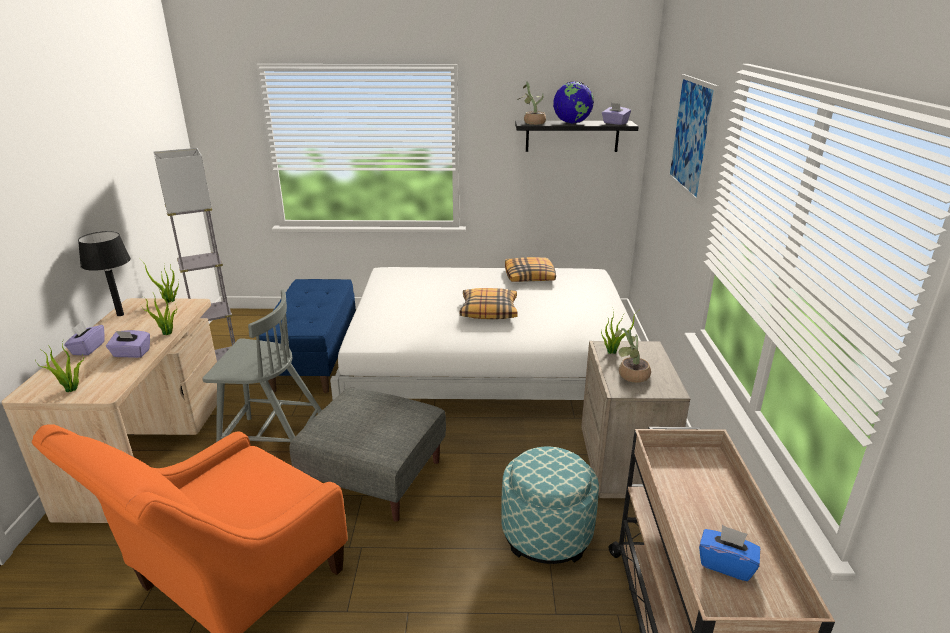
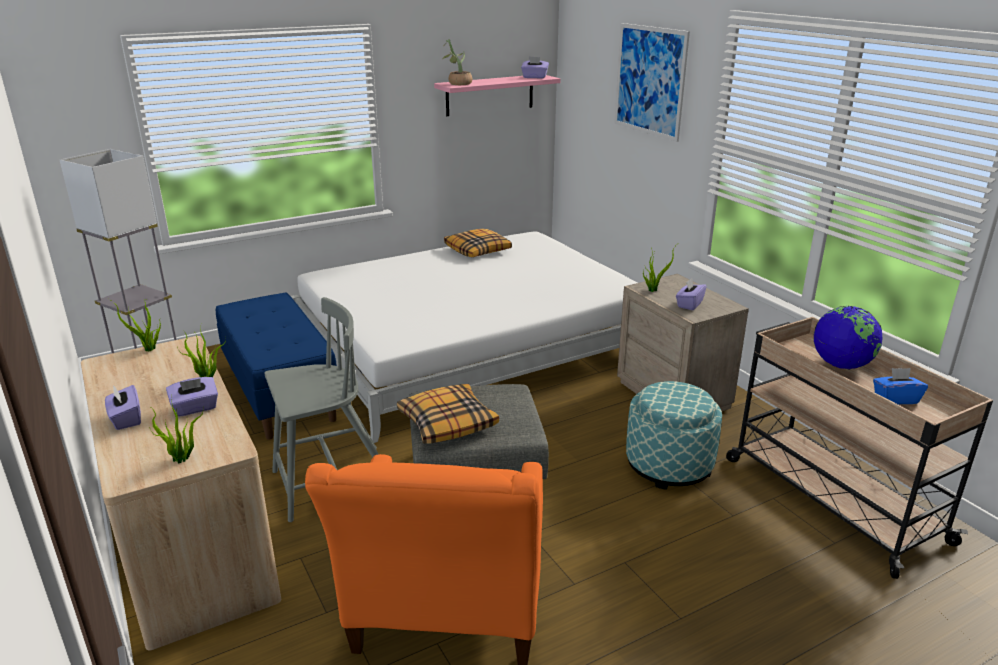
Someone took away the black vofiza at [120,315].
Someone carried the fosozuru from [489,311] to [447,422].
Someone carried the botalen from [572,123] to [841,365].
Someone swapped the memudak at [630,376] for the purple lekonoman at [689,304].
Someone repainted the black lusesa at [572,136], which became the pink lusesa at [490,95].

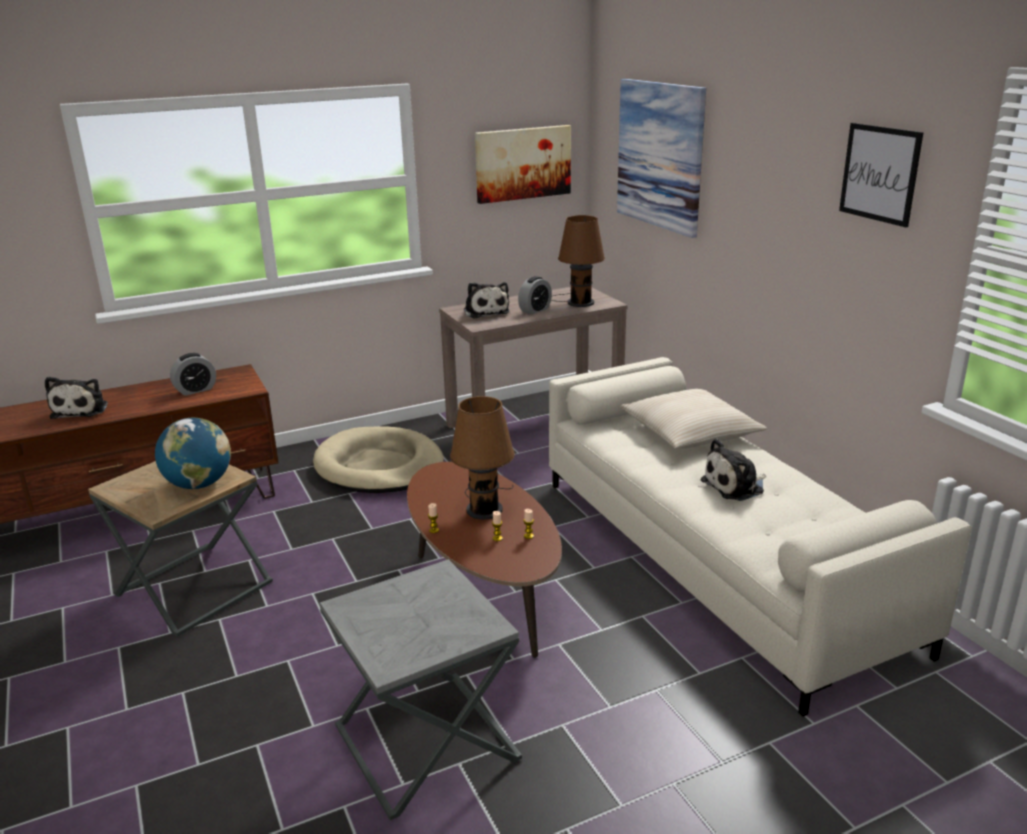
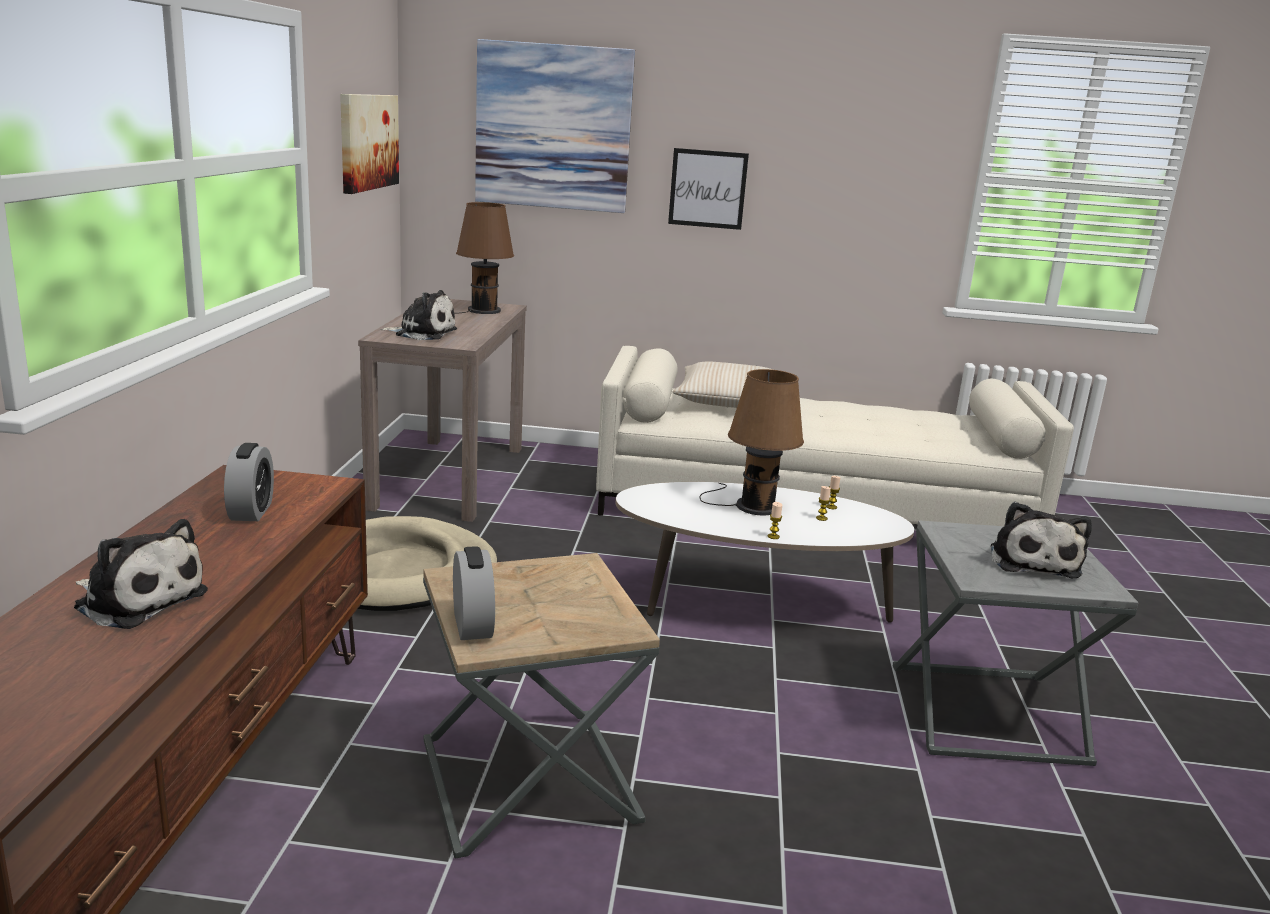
Someone took away the botalen at [199,484].
Someone carried the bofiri from [535,310] to [472,625].
Someone carried the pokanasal from [735,486] to [1033,561].
Someone carried the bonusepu from [879,173] to [707,189].
Someone repainted the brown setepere at [483,589], which became the white setepere at [752,606].

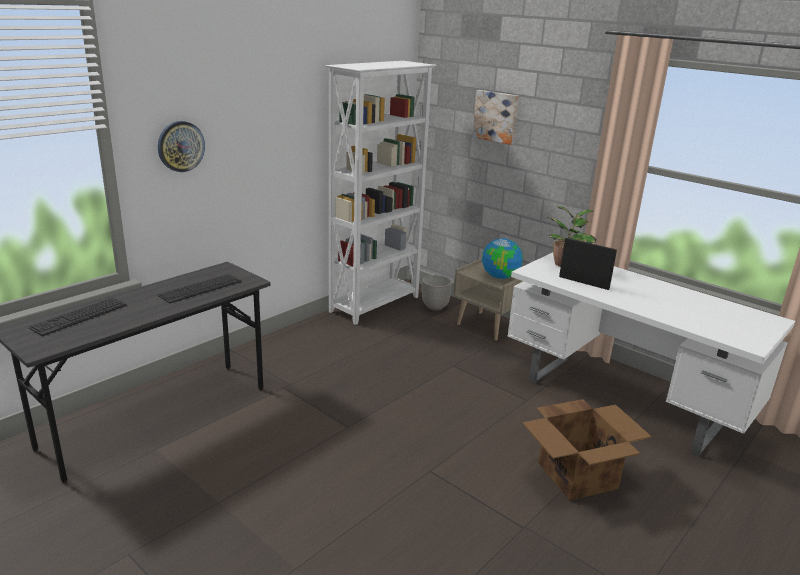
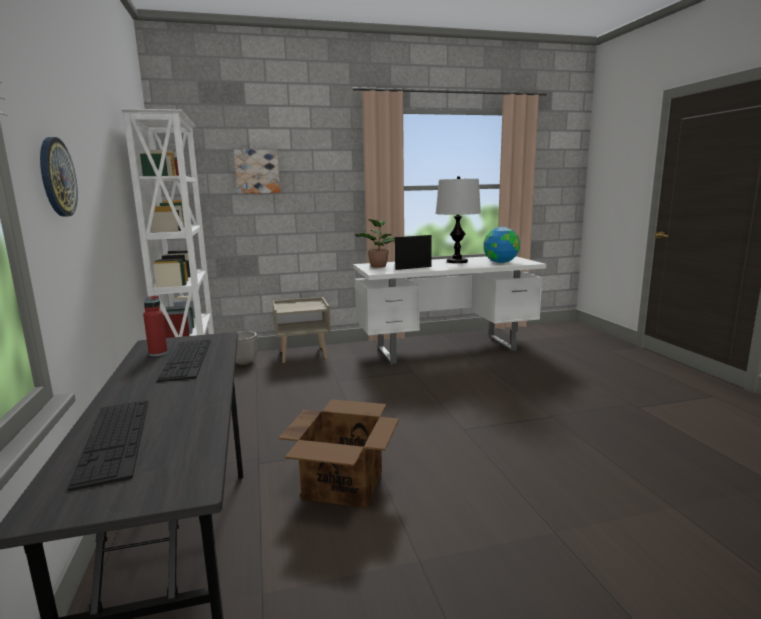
Someone put down the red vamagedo at [158,353].
Someone put down the vofiza at [457,261].
Someone carried the botalen from [499,276] to [500,262].
Someone carried the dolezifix from [578,475] to [344,483].

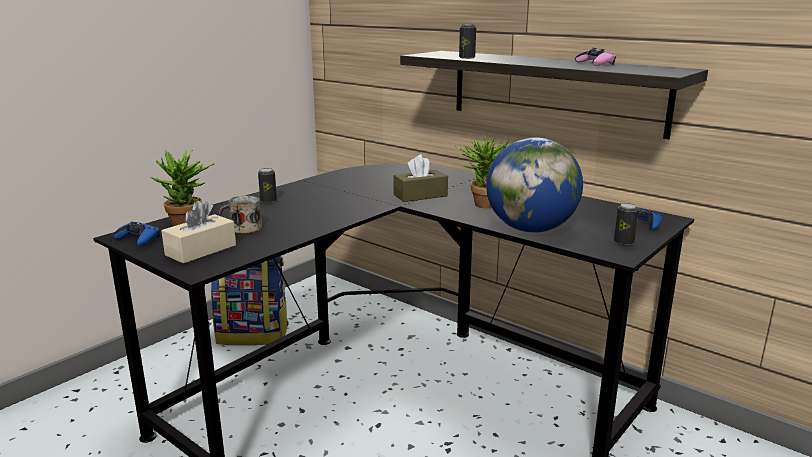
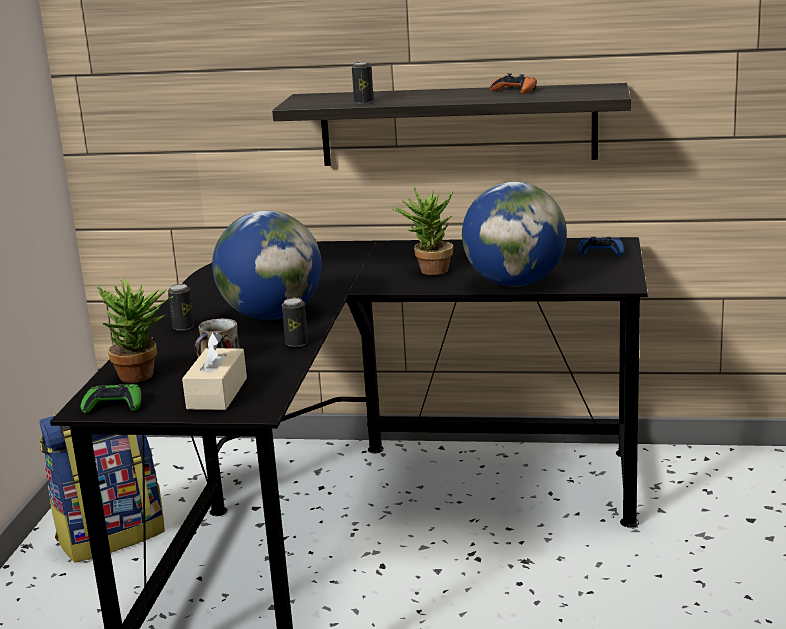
Someone took away the brown lekonoman at [420,195].
Someone put down the botalen at [272,316].
Someone carried the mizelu from [623,242] to [296,343].
Someone repainted the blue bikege at [138,239], which became the green bikege at [114,405].
Someone repainted the pink bikege at [595,63], which became the orange bikege at [514,90].

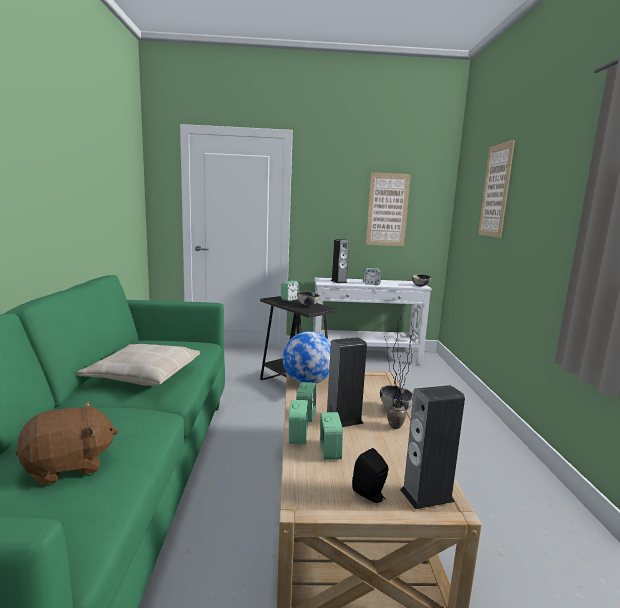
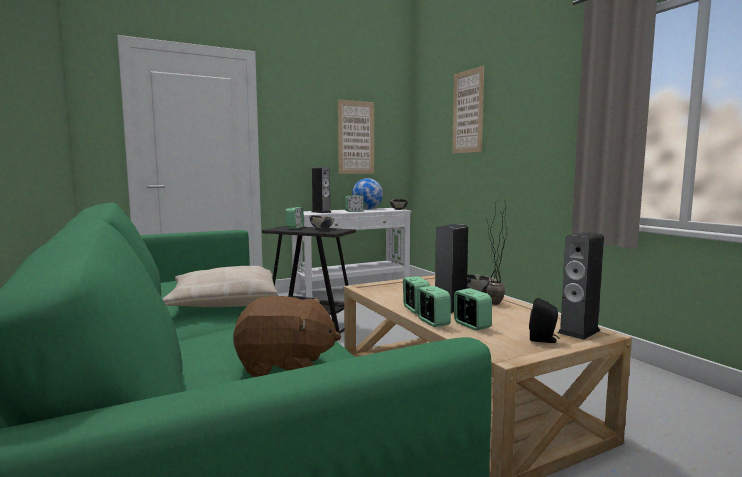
Someone carried the botalen from [307,382] to [367,209].
Someone rotated the brown pokanasal at [69,466] by 60 degrees clockwise.

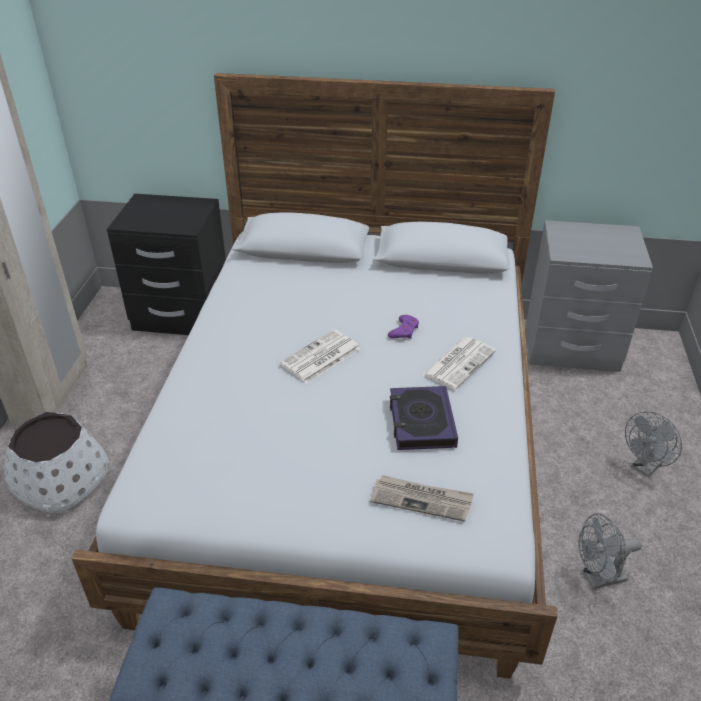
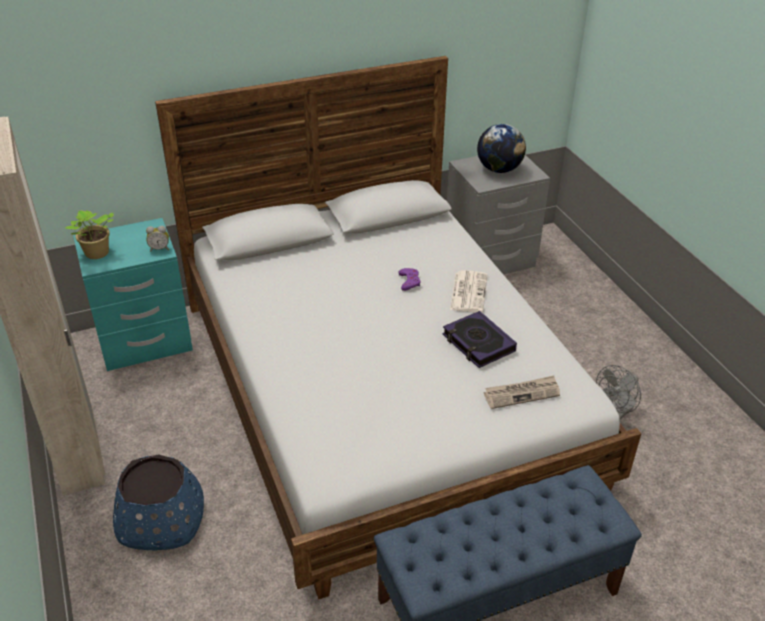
Someone took away the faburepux at [320,357].
Someone took away the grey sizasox at [645,467].
Someone put down the memudak at [96,254].
Someone put down the bofiri at [159,248].
Someone put down the botalen at [499,169].
Someone repainted the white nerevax at [62,480], which became the blue nerevax at [161,519].
Someone repainted the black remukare at [182,316], which became the turquoise remukare at [145,341].

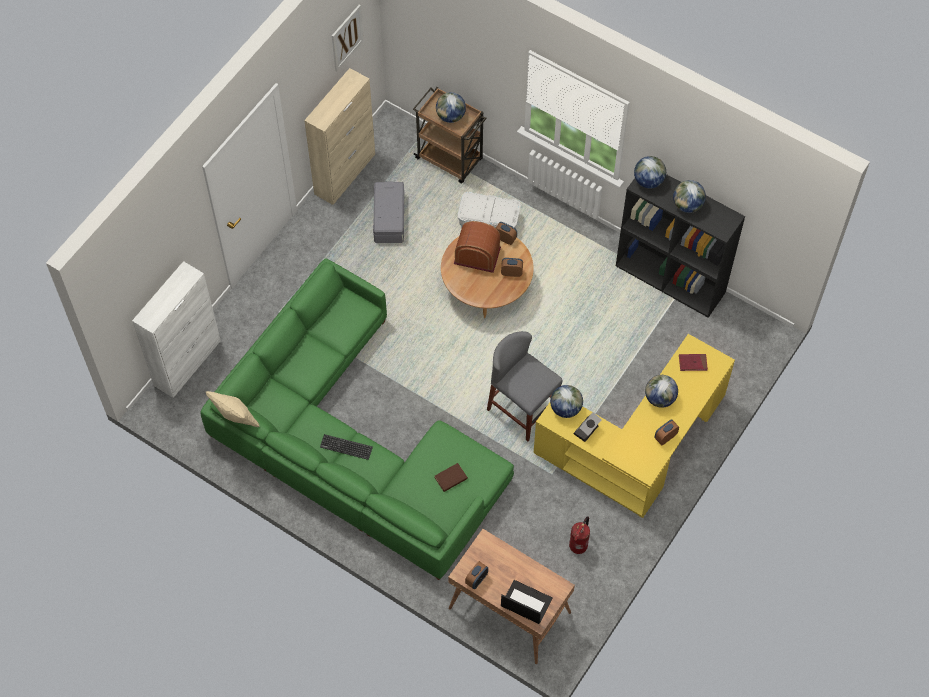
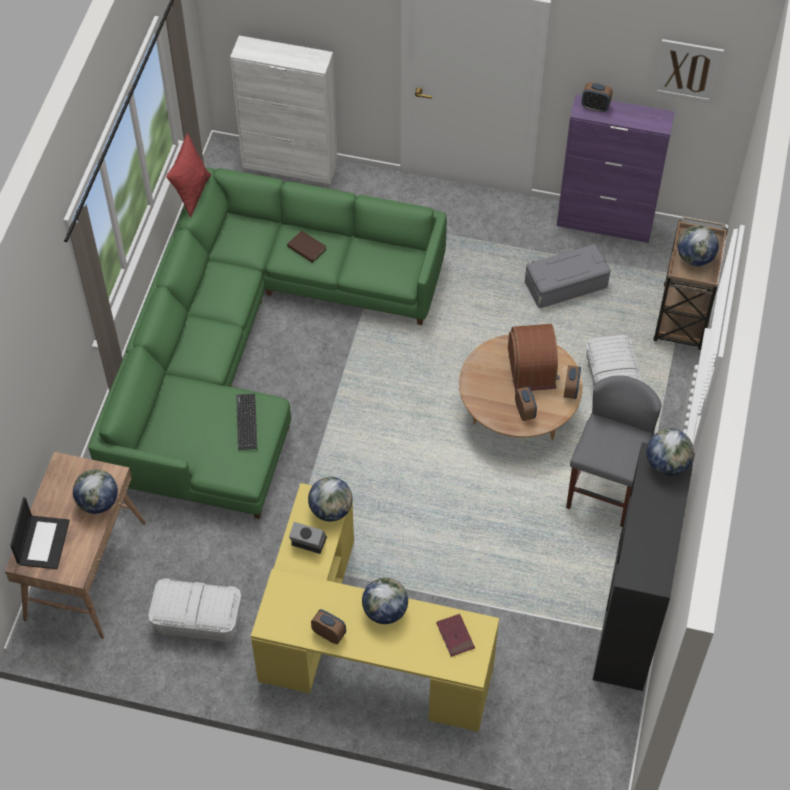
Someone carried the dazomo from [346,447] to [246,422].
Someone carried the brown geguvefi from [451,478] to [306,248].
Someone carried the bofiri from [476,579] to [595,107].
Someone carried the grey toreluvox from [522,410] to [605,489].
Someone carried the botalen from [687,205] to [98,502].
Someone swapped the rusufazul at [579,545] for the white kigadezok at [198,621].
Someone repainted the beige fosozuru at [235,419], which became the red fosozuru at [192,193].
Someone repainted the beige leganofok at [345,173], which became the purple leganofok at [605,223].

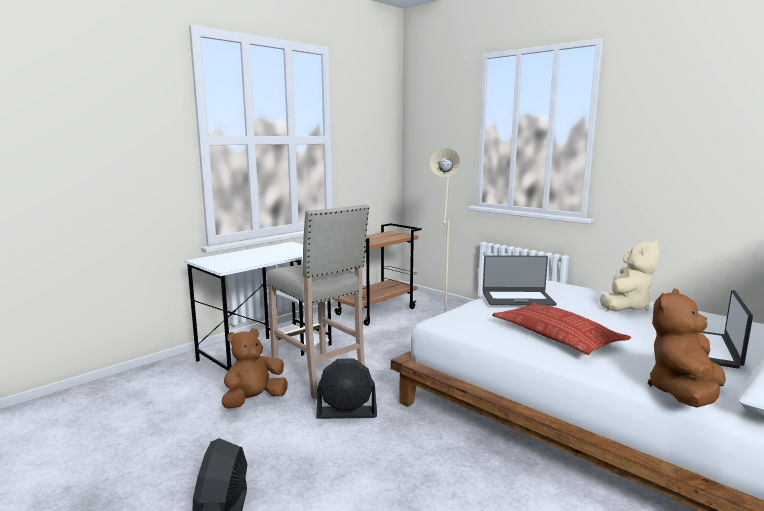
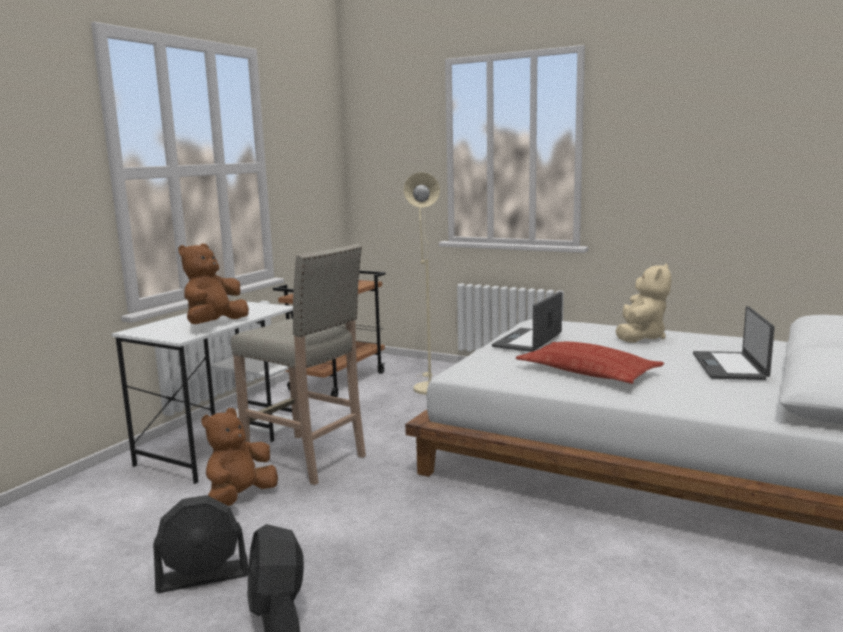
Someone carried the black sizasox from [347,413] to [203,576].
Someone carried the brown pokanasal from [683,394] to [215,324].
Someone rotated the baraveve at [517,298] by 135 degrees clockwise.

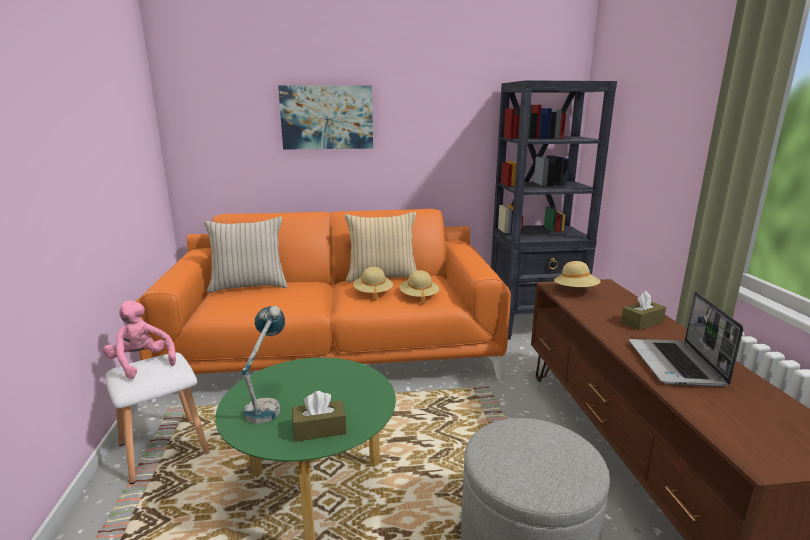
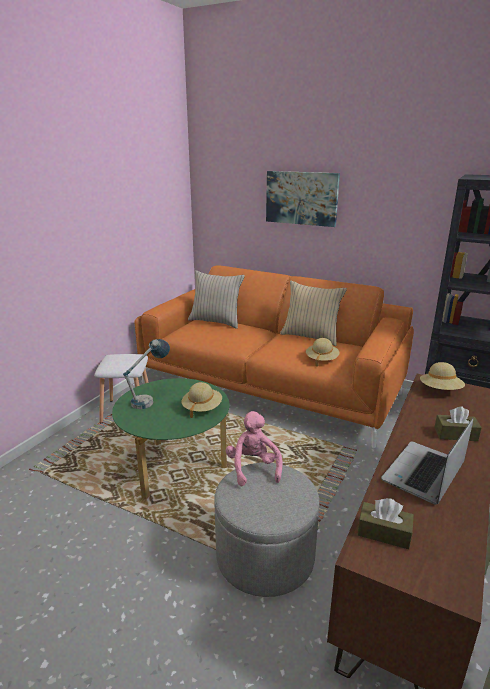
Someone carried the pink pokanasal from [141,363] to [253,468].
Someone carried the brown lekonoman from [319,429] to [384,533].
Someone carried the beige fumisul from [373,293] to [202,408].

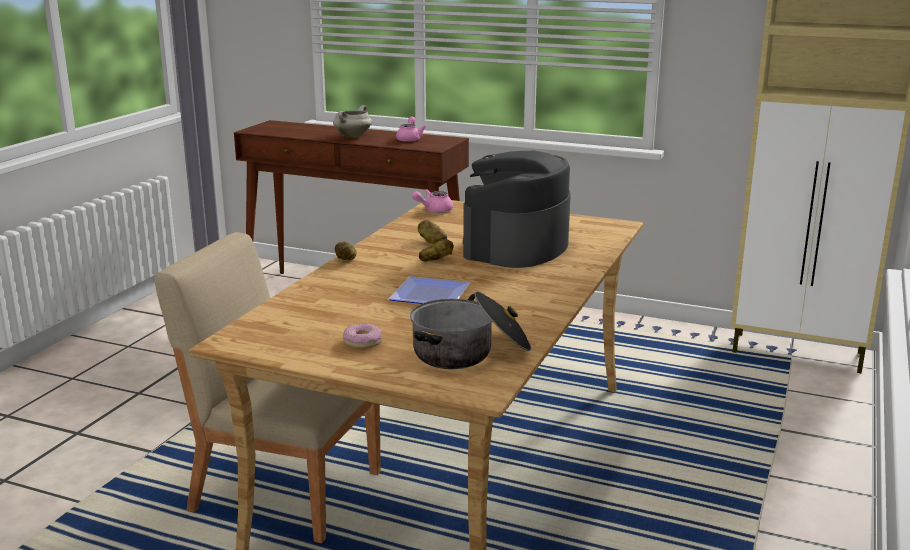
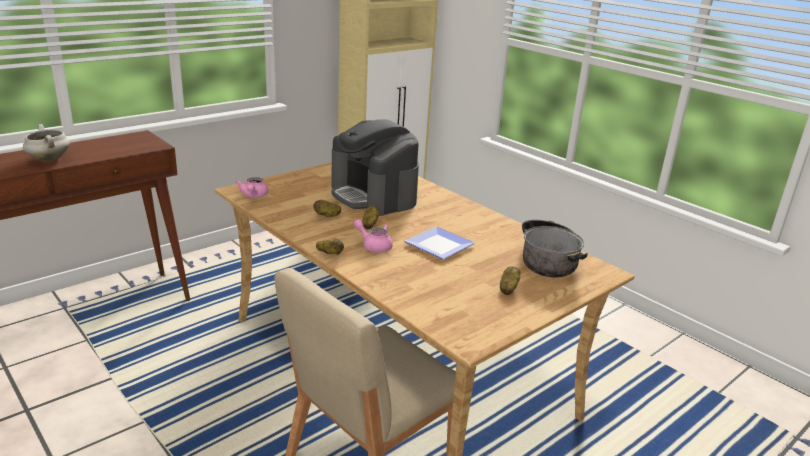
Someone carried the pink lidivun from [409,139] to [374,246].
Someone swapped the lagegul at [363,342] for the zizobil at [508,289].

